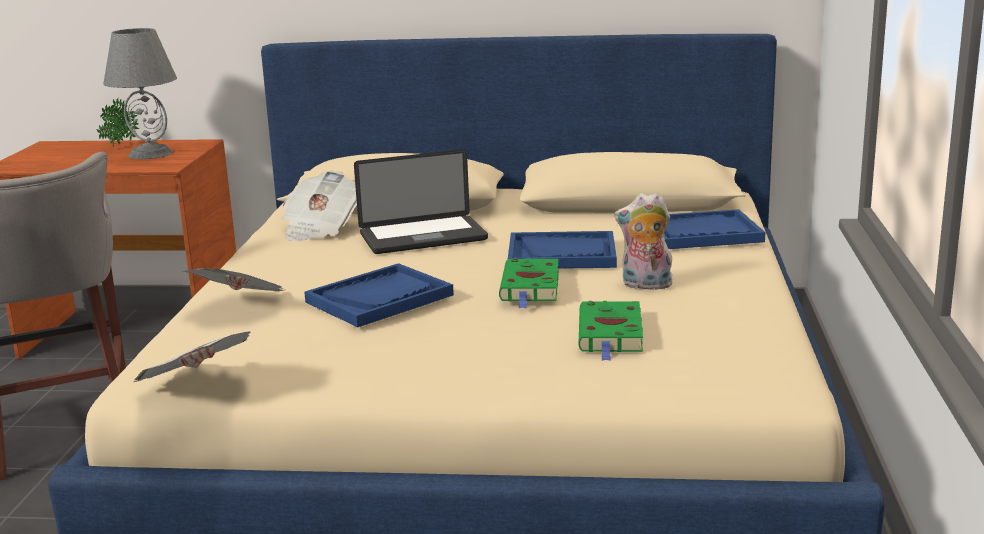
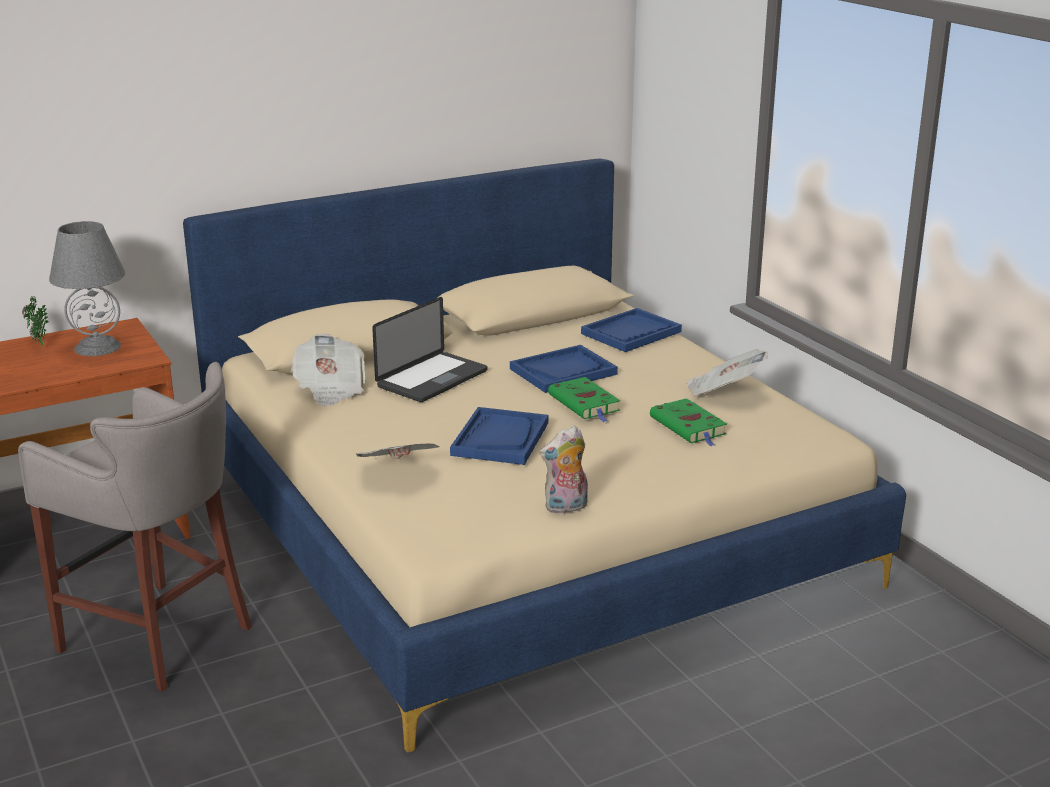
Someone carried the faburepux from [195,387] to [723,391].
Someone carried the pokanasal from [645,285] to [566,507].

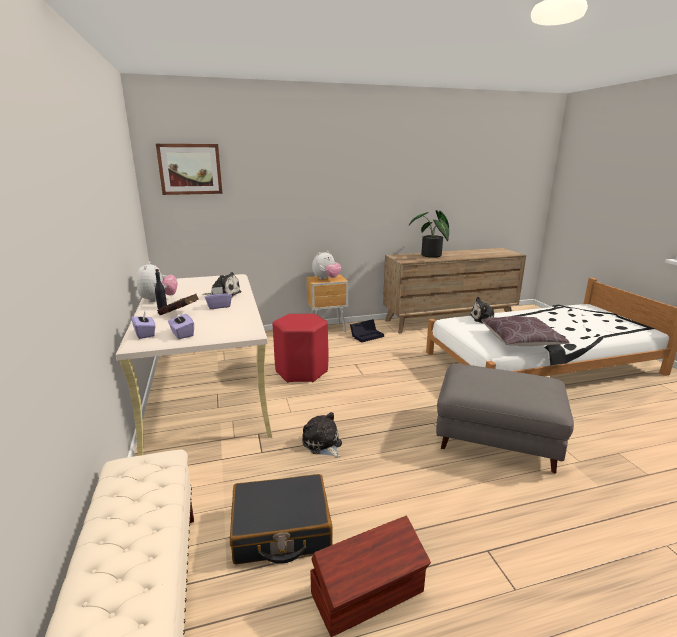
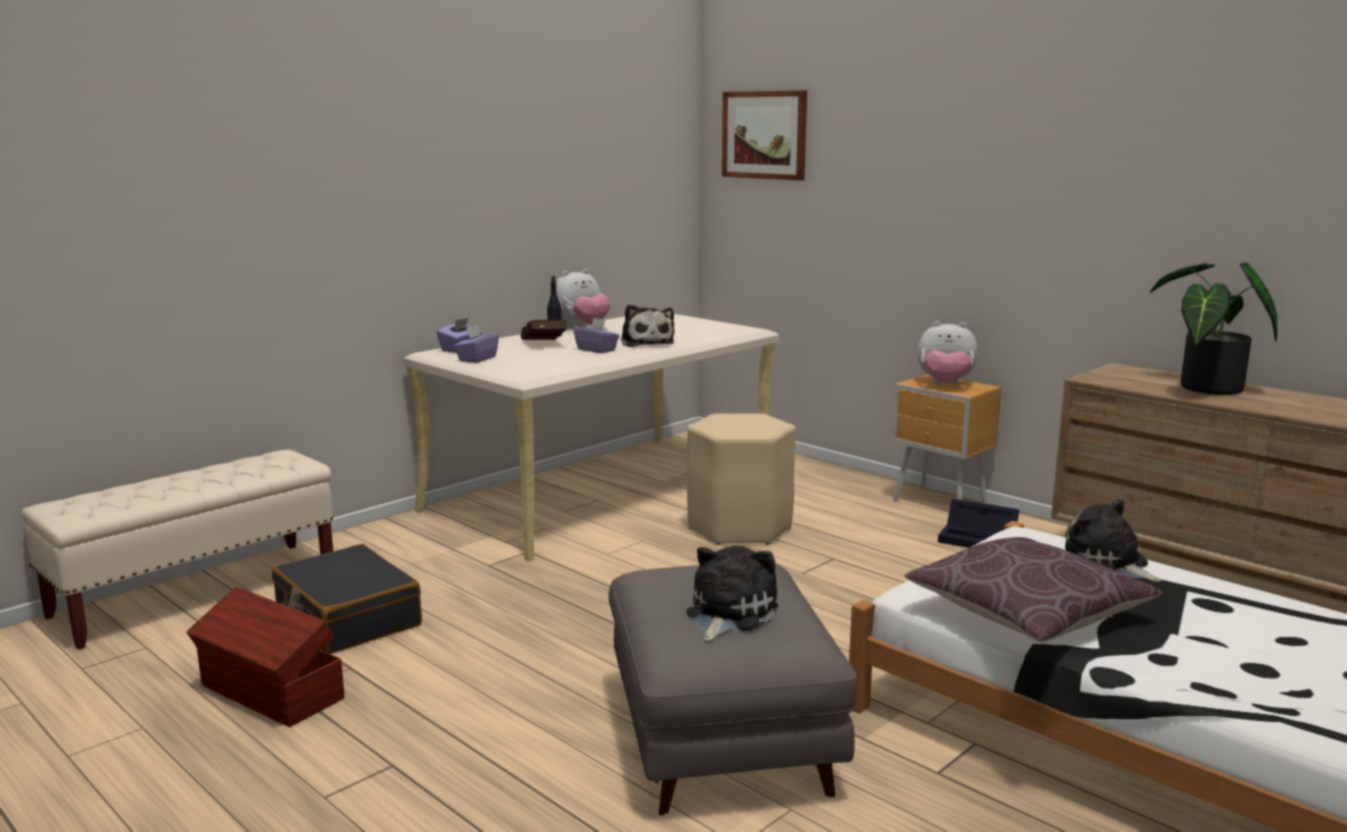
Someone carried the pokanasal from [323,444] to [728,614].
Someone repainted the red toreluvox at [302,372], which became the beige toreluvox at [739,528].

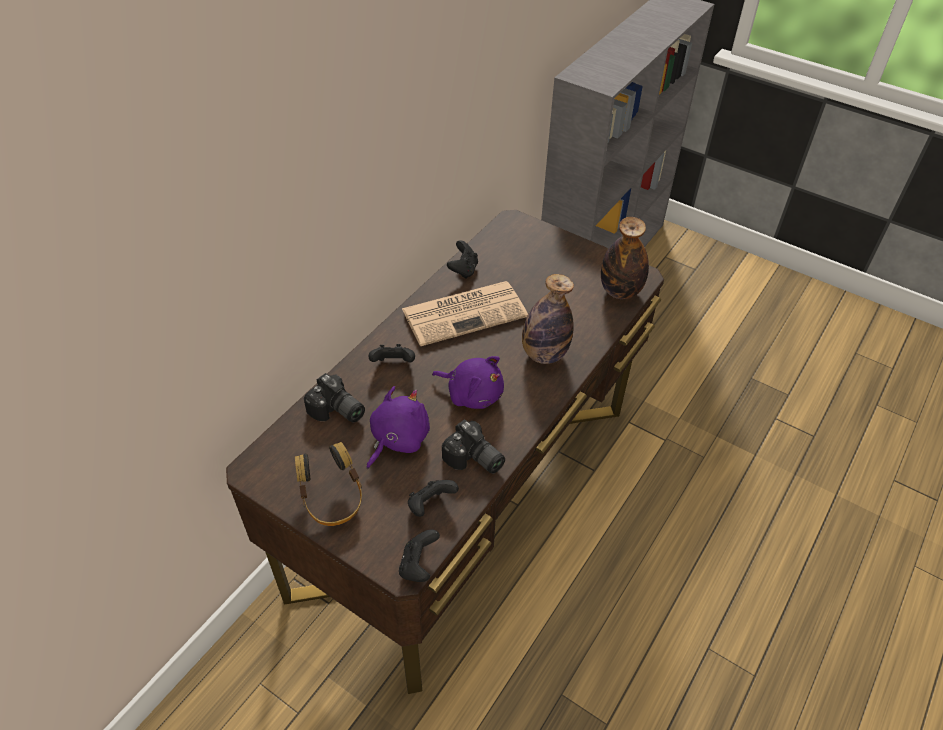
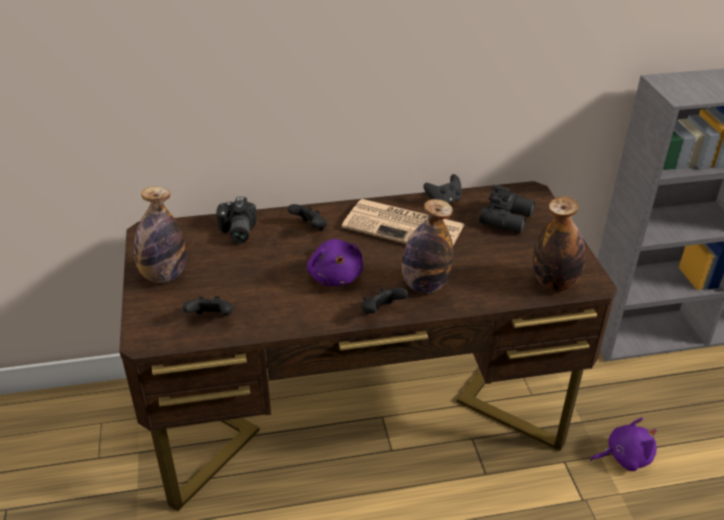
Someone took away the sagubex at [473,460].
Someone put down the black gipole at [508,218].
Someone carried the purple pokanasal from [397,439] to [624,457].
Someone carried the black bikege from [418,565] to [381,312].
Someone swapped the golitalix at [332,500] for the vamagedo at [163,275].

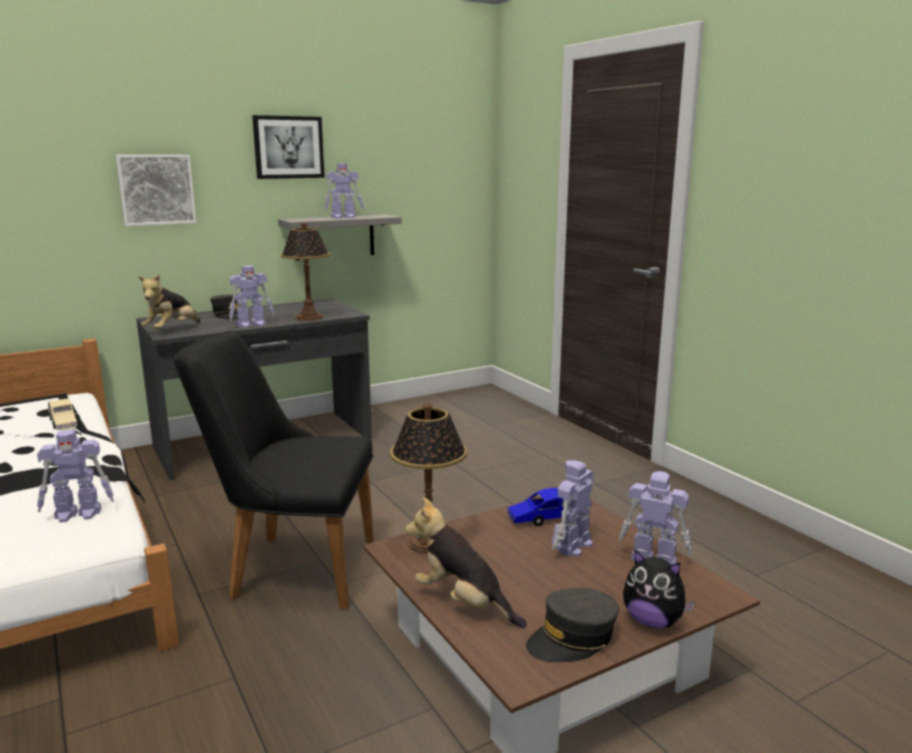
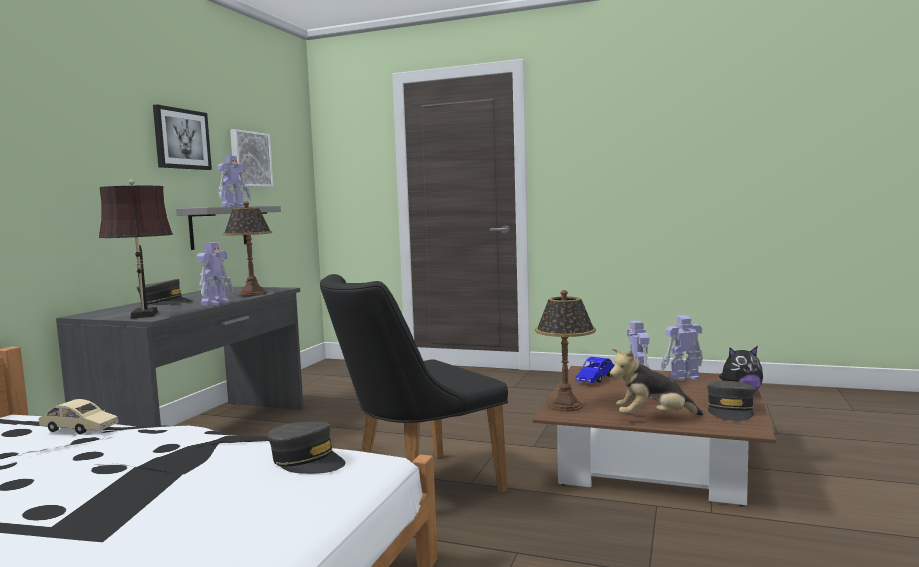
Someone carried the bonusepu from [156,189] to [249,159].
Someone swapped the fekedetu at [79,514] for the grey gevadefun at [307,461].
Someone swapped the pokanasal at [172,330] for the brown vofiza at [143,315].

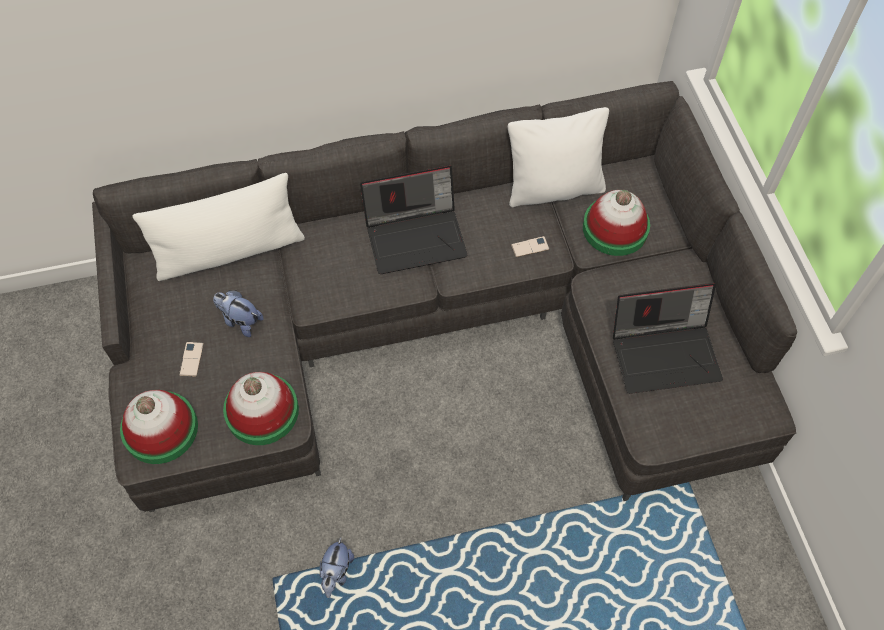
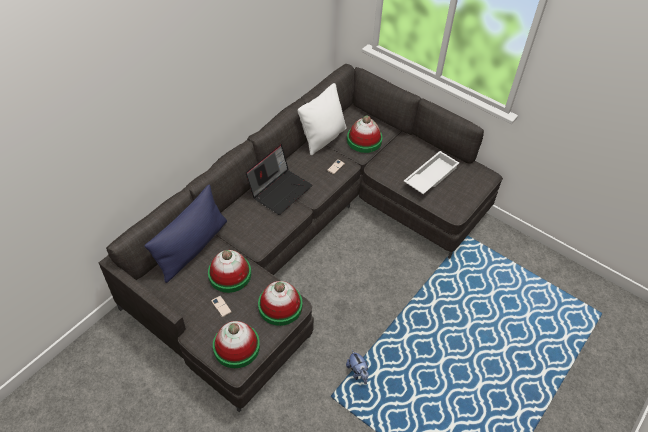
Someone swapped the pokanasal at [240,321] for the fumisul at [230,274].
Someone swapped the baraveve at [665,352] for the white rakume at [430,176].
Someone repainted the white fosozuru at [229,251], which became the blue fosozuru at [192,248].

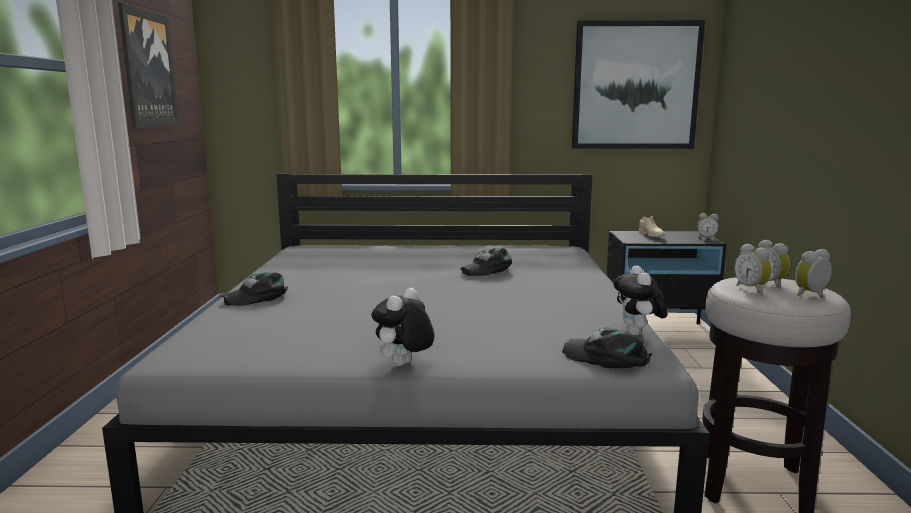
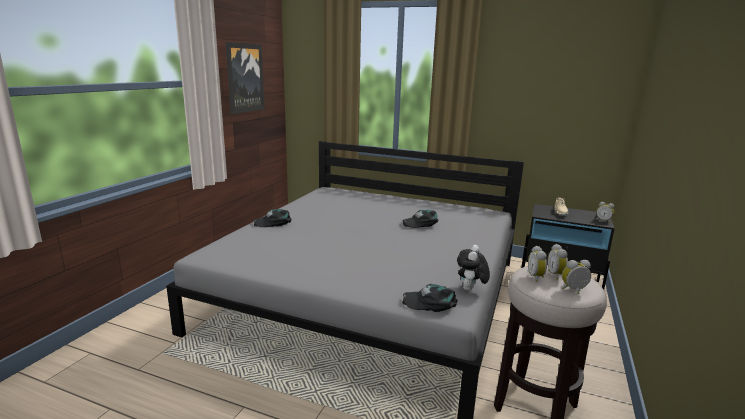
Someone took away the pokanasal at [404,365].
Someone took away the bonusepu at [635,86].
Someone rotated the black gevadefun at [606,357] by 45 degrees counterclockwise.

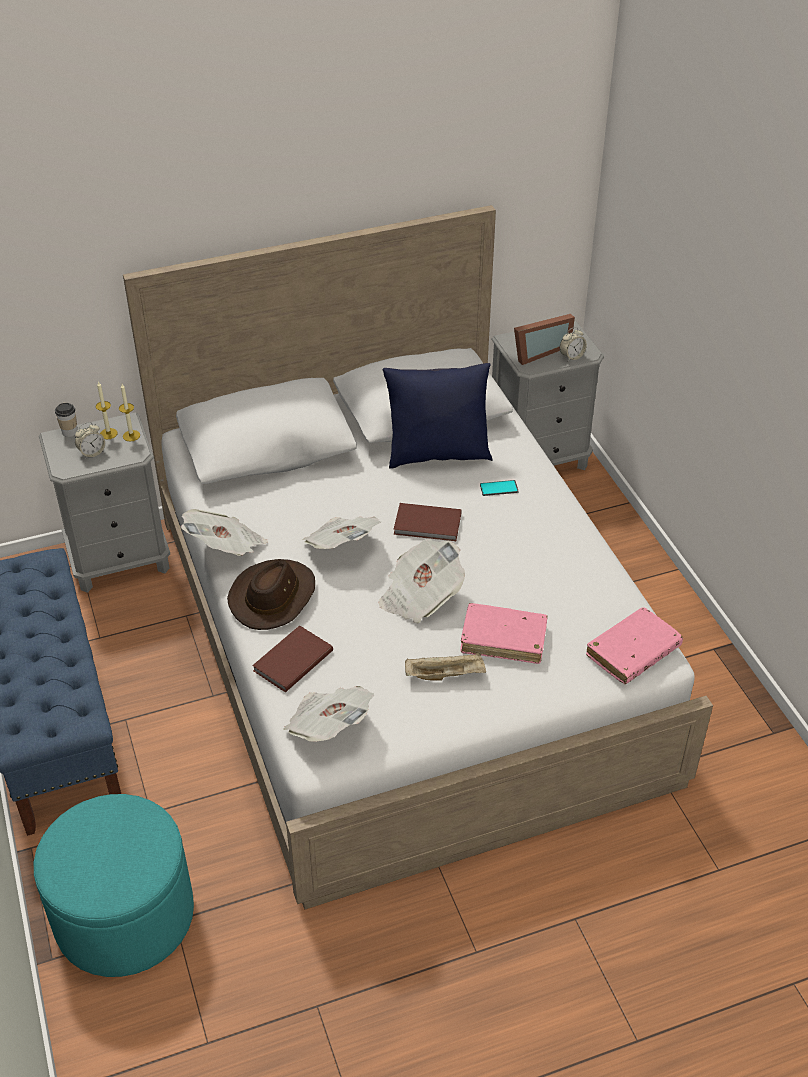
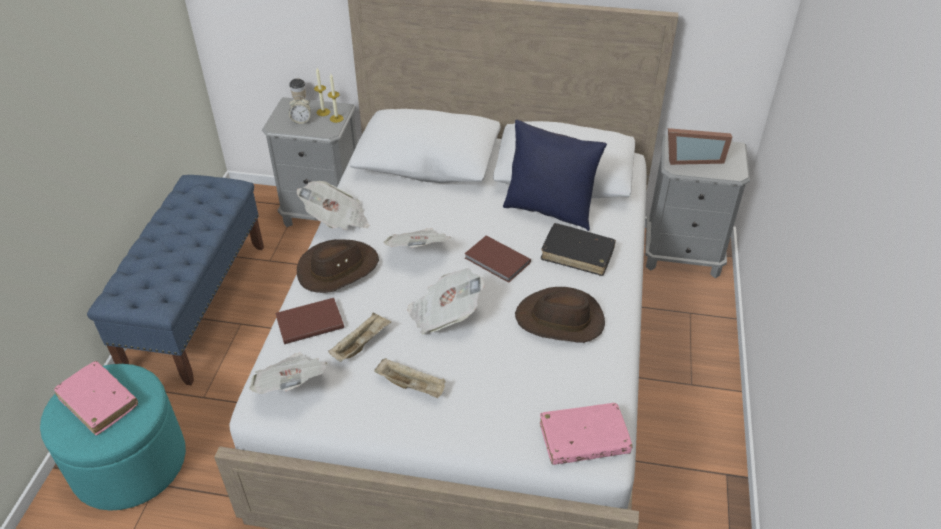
Someone took away the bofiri at [571,356].
Someone put down the beige rakume at [361,344].
Someone put down the brown fumisul at [560,320].
Someone carried the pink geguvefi from [503,639] to [99,402].
Someone swapped the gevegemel at [499,488] for the black geguvefi at [577,254].

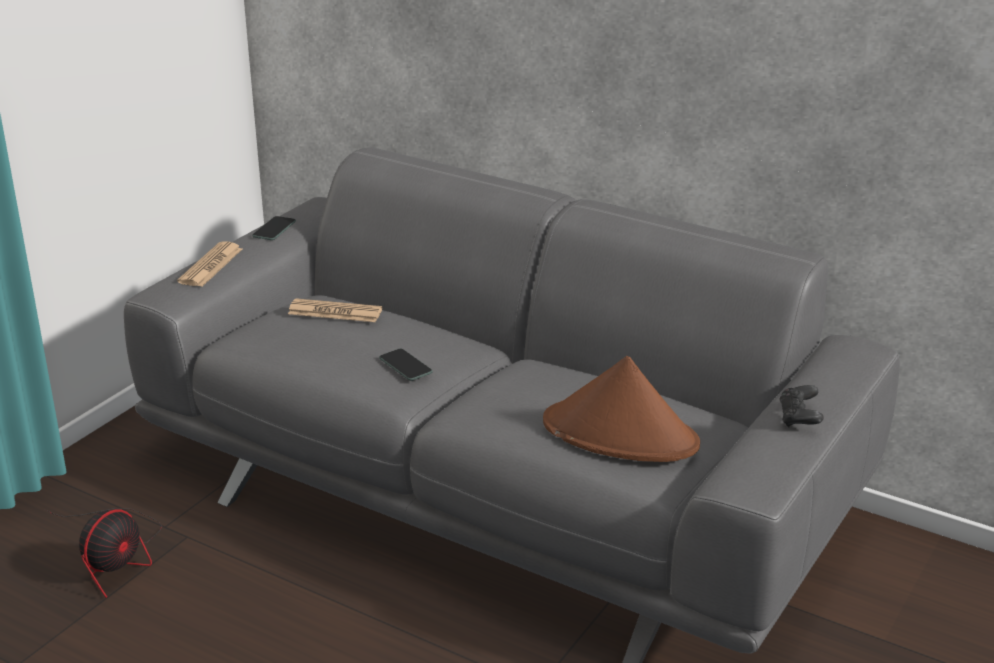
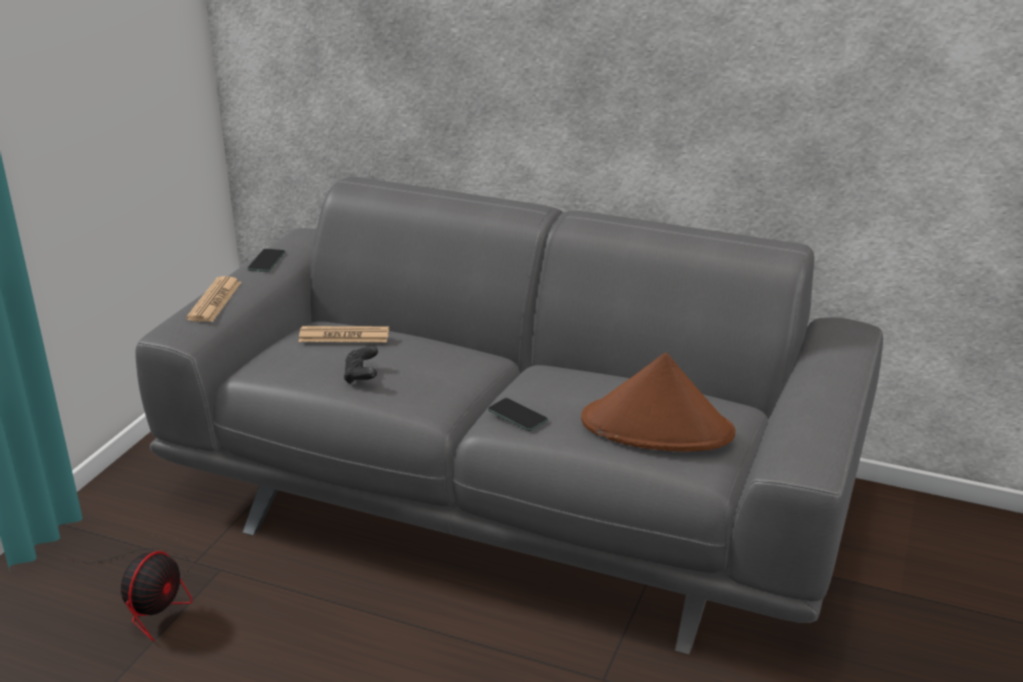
Someone carried the gevegemel from [405,365] to [517,415].
Someone carried the black bikege from [799,418] to [361,375].

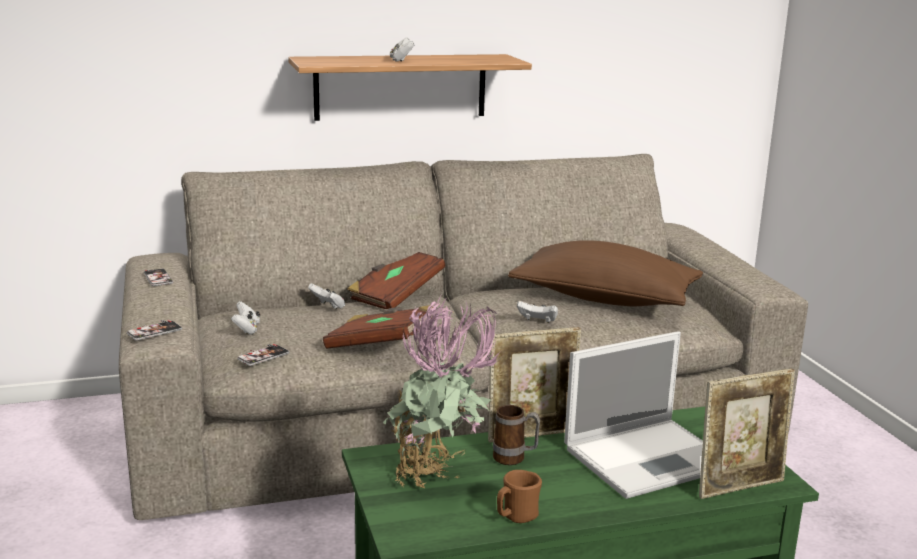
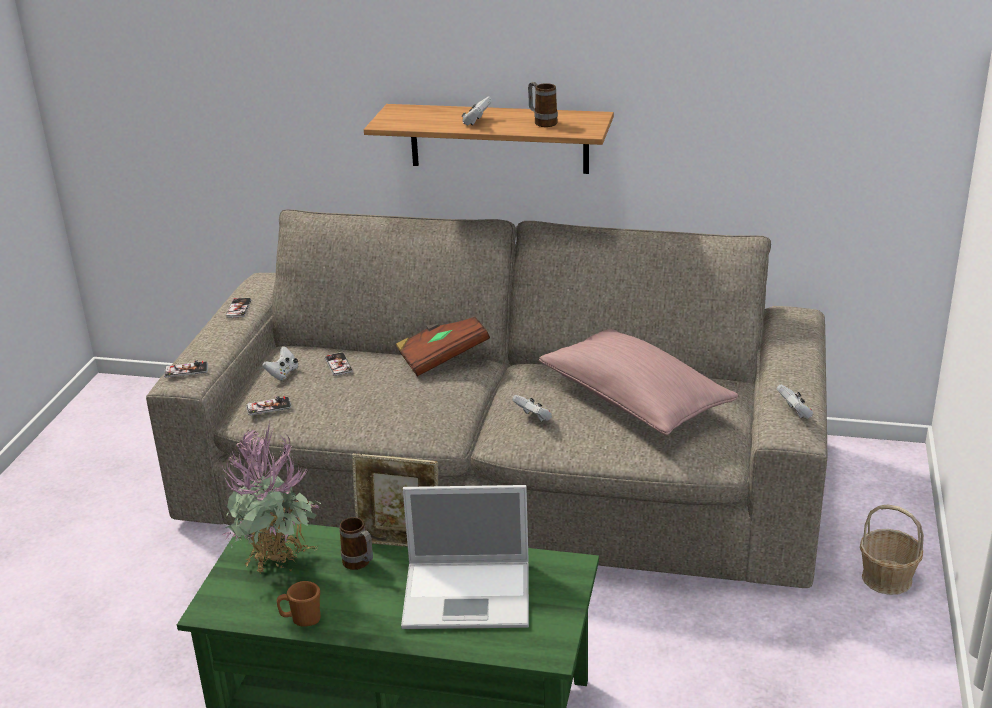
Someone took away the brown geguvefi at [380,347].
Someone took away the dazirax at [740,486].
Someone put down the gevegemel at [338,365].
Someone put down the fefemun at [542,122].
Someone put down the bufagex at [887,579].
Someone carried the white bikege from [328,306] to [794,413].
Someone repainted the brown fosozuru at [604,299], which became the pink fosozuru at [635,401].

